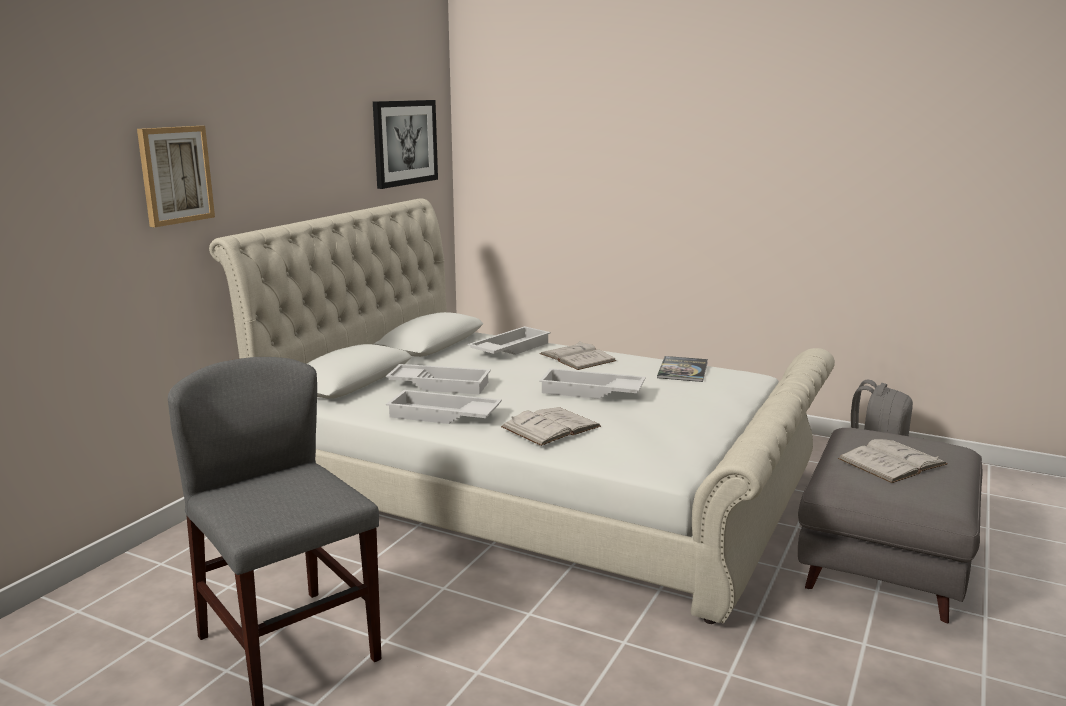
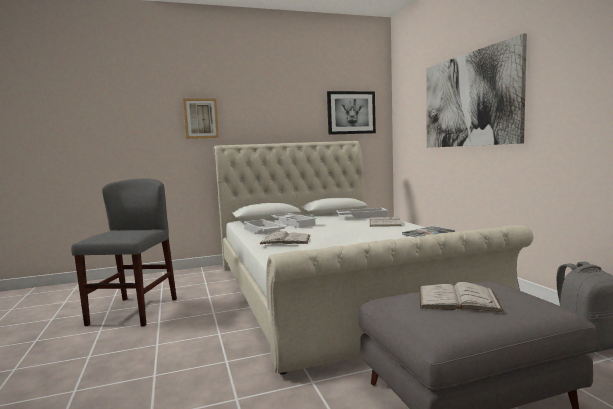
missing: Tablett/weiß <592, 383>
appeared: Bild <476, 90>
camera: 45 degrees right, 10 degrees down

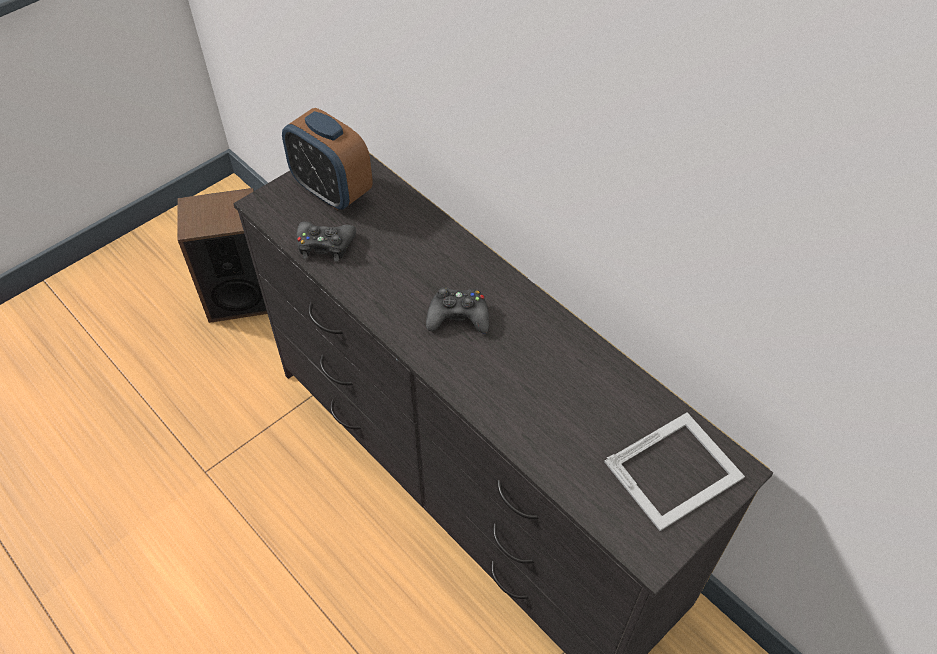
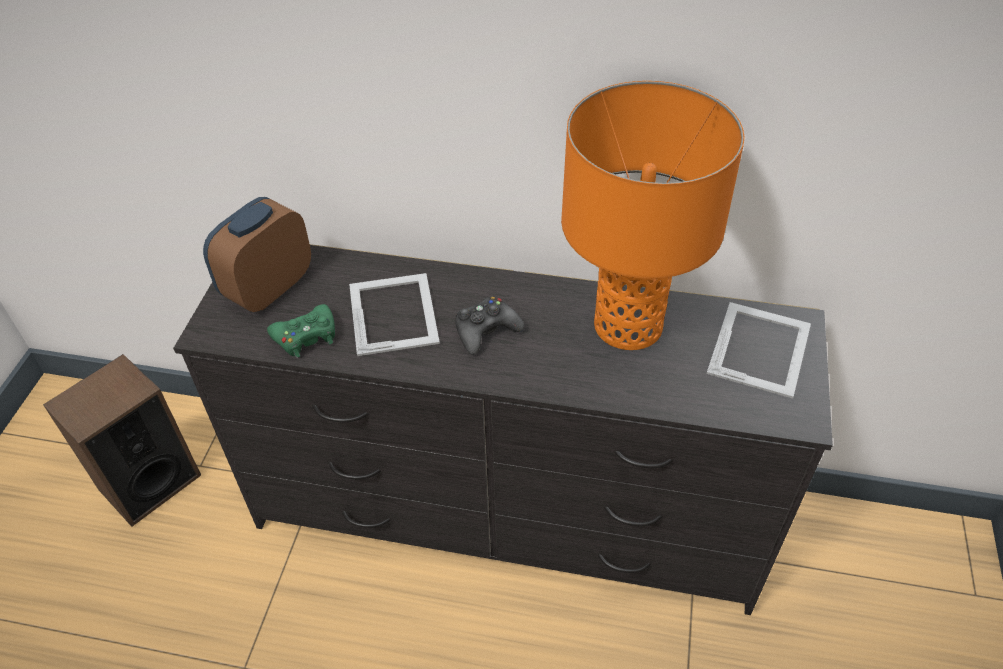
appeared: Bilderrahmen <394, 314>; Tischlampe/orange <653, 215>
colour: Gamepad/schwarz <326, 241> to Gamepad/grün <301, 331>
spun: Wecker <327, 159> = <257, 254> 120 degrees clockwise
camera: 35 degrees left, 5 degrees down

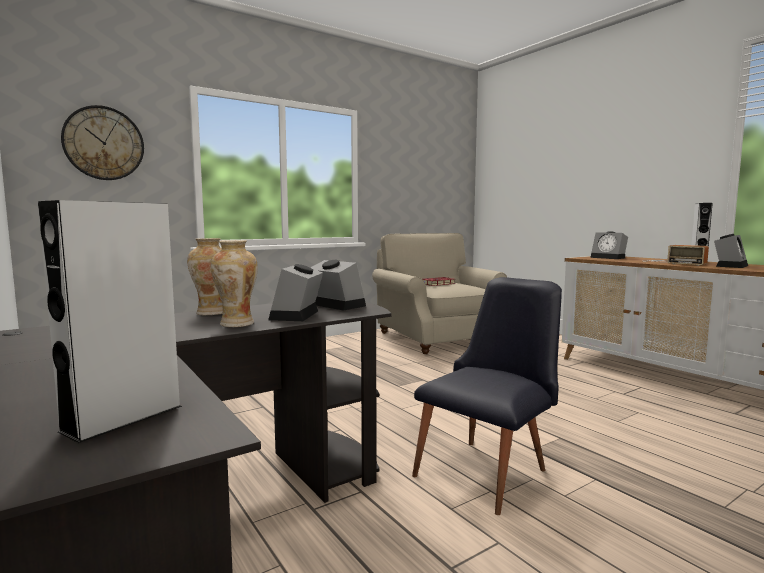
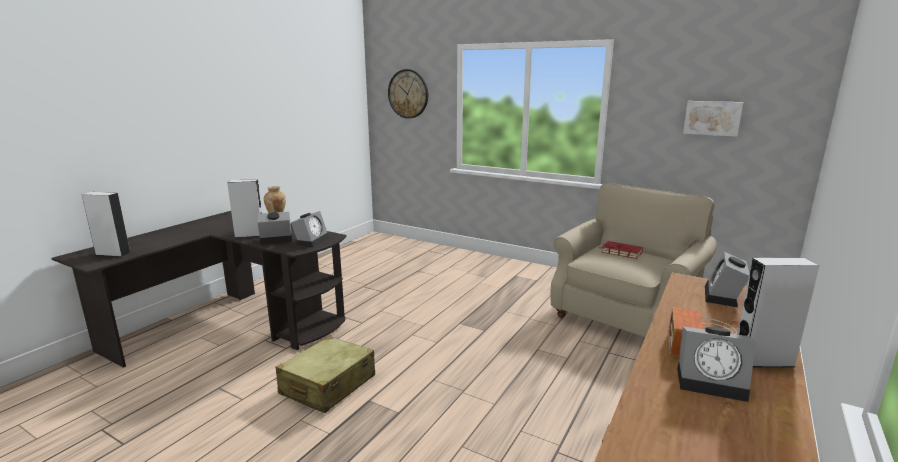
appeared: Bild <713, 119>
exchanged: Vase <234, 283> to Lautsprecher/grau <244, 208>; Stuhl/schwarz <487, 396> to Koffer/beige <325, 374>
camera: 65 degrees right, 10 degrees up

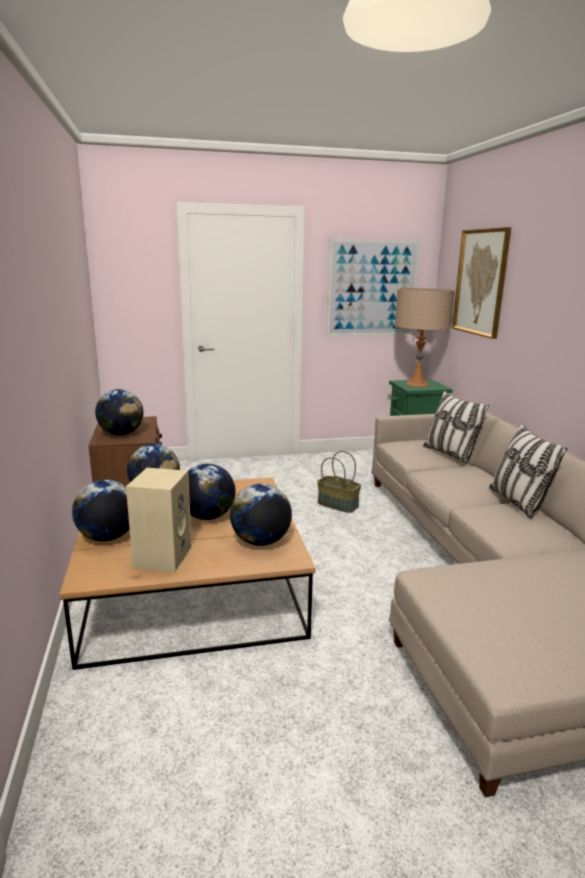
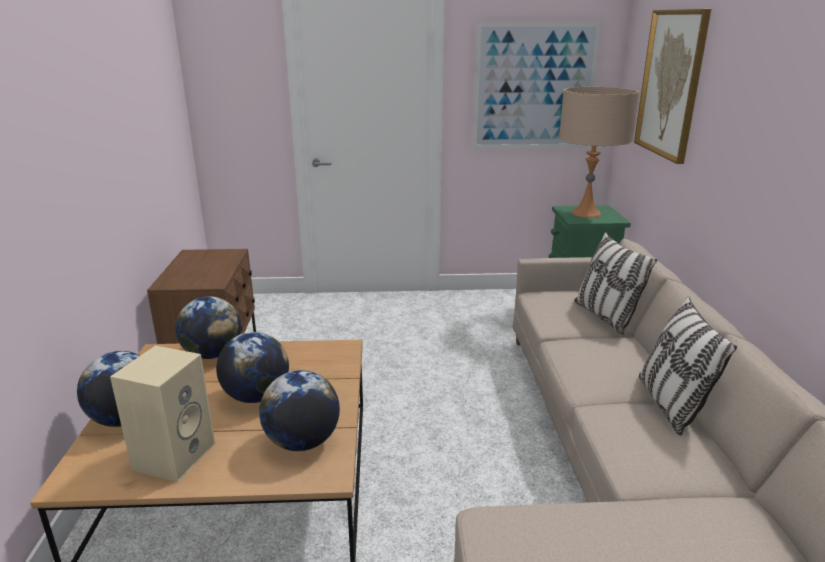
missing: Globus <119, 412>; Korb <339, 482>
camera: 10 degrees right, 5 degrees up

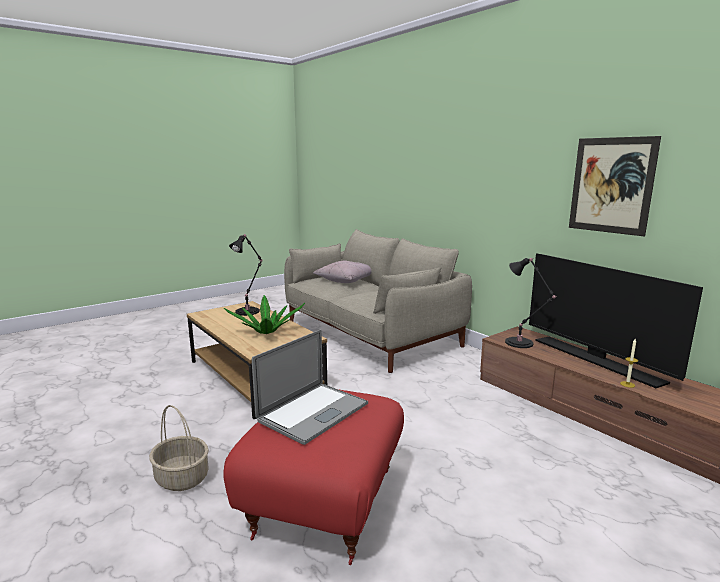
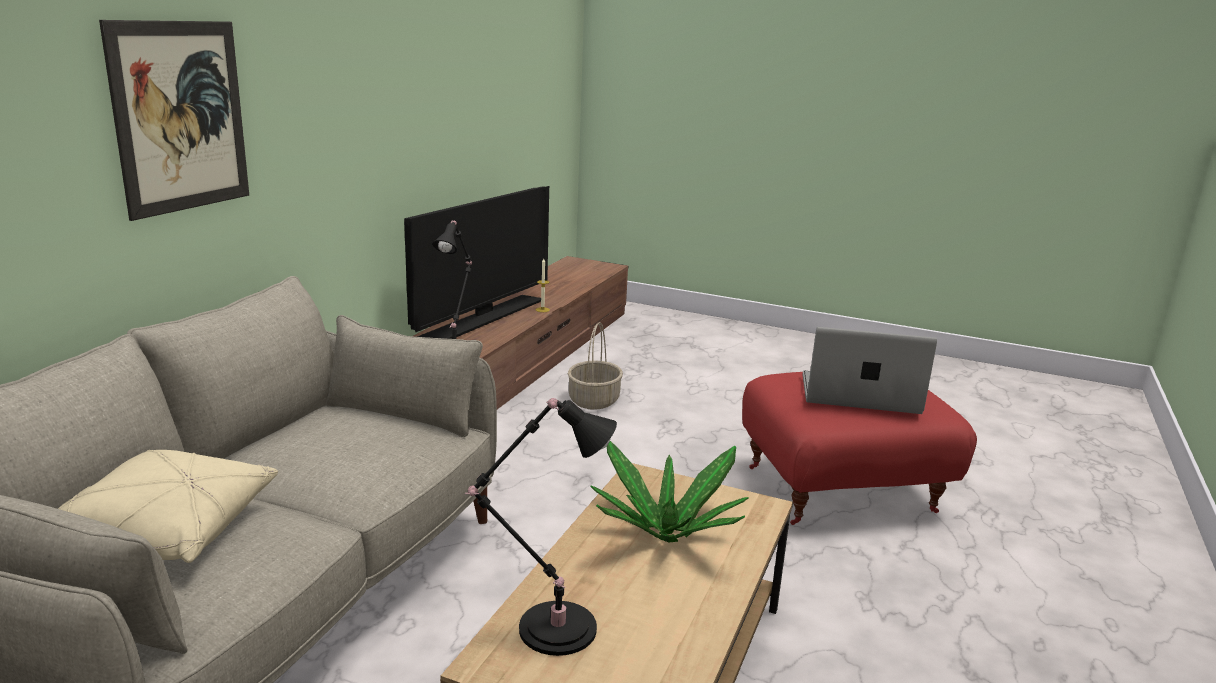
relocated: Bild <615, 186> to <174, 120>; Korb <179, 448> to <595, 366>
colour: Kissen/lila <342, 271> to Kissen/beige <168, 506>
camera: 120 degrees left, 5 degrees up

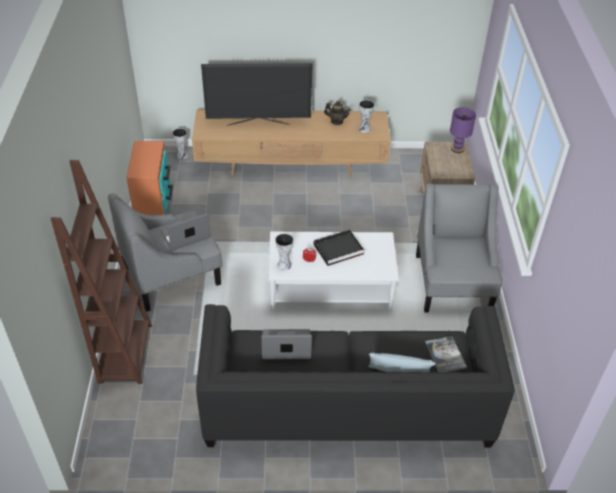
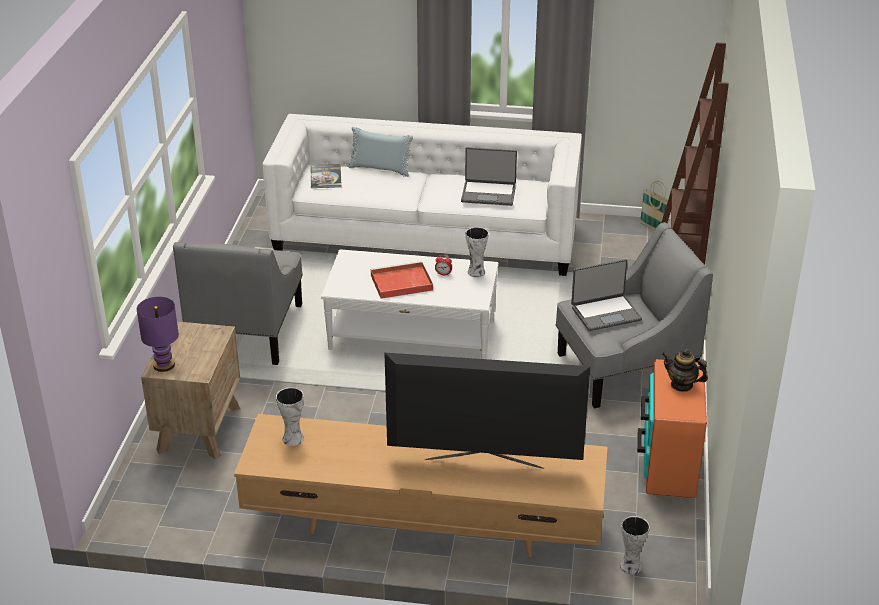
appeared: Korb <654, 205>
relocated: Teekanne <337, 113> to <685, 370>
colour: Sofa/schwarz <355, 376> to Sofa/weiß <422, 195>; Tablett/schwarz <339, 248> to Tablett/rot <401, 280>
camera: 170 degrees left, 10 degrees down

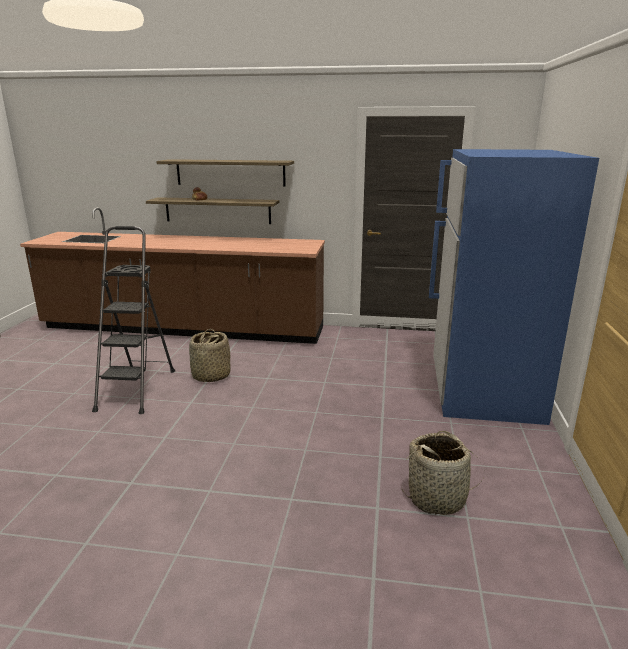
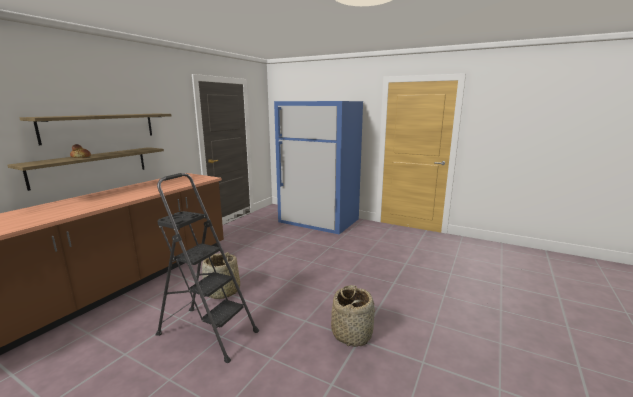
relocated: Korb <442, 473> to <353, 316>
camera: 70 degrees left, 5 degrees down

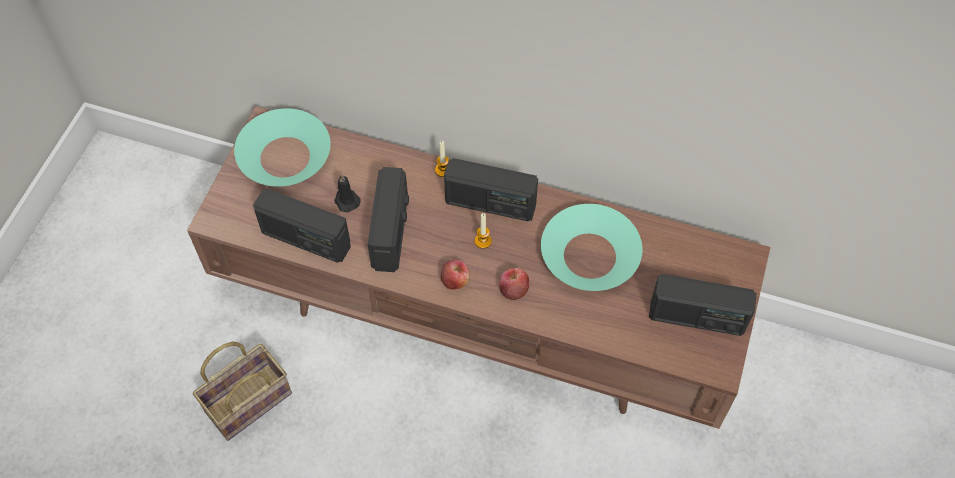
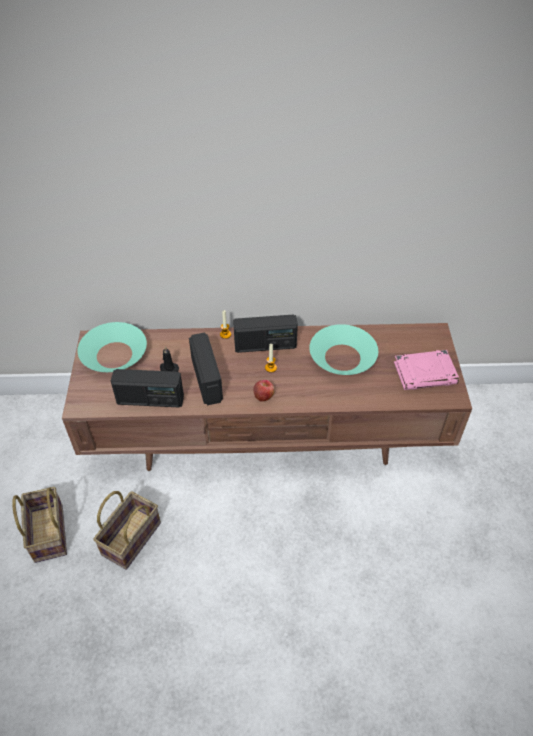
missing: Apfel <514, 284>
appeared: Korb <39, 525>
exchanged: Radio <702, 305> to Buch/rosa <426, 370>
camera: 20 degrees left, 10 degrees down

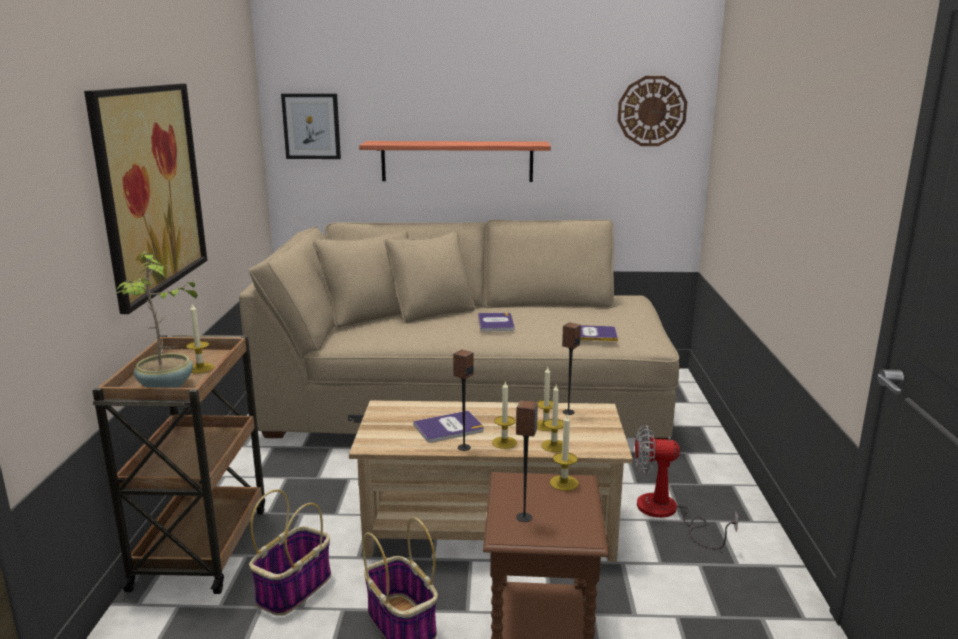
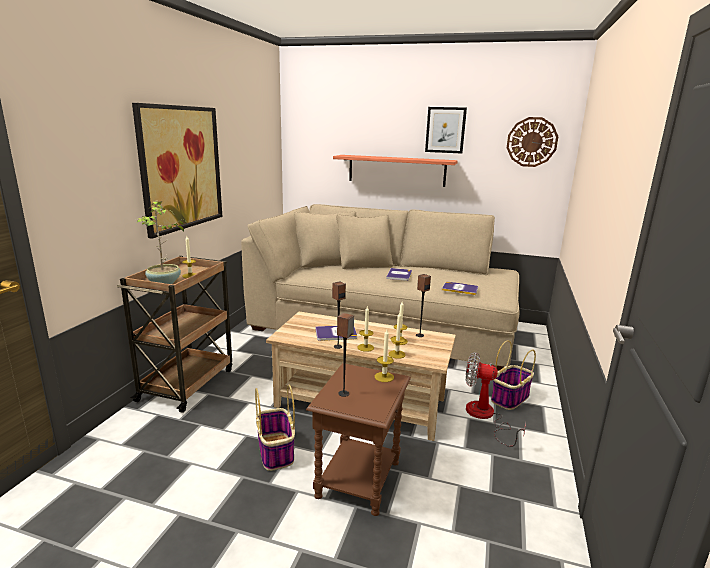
relocated: Bild <311, 126> to <446, 130>; Korb <290, 552> to <513, 375>
camera: 15 degrees right, 0 degrees up

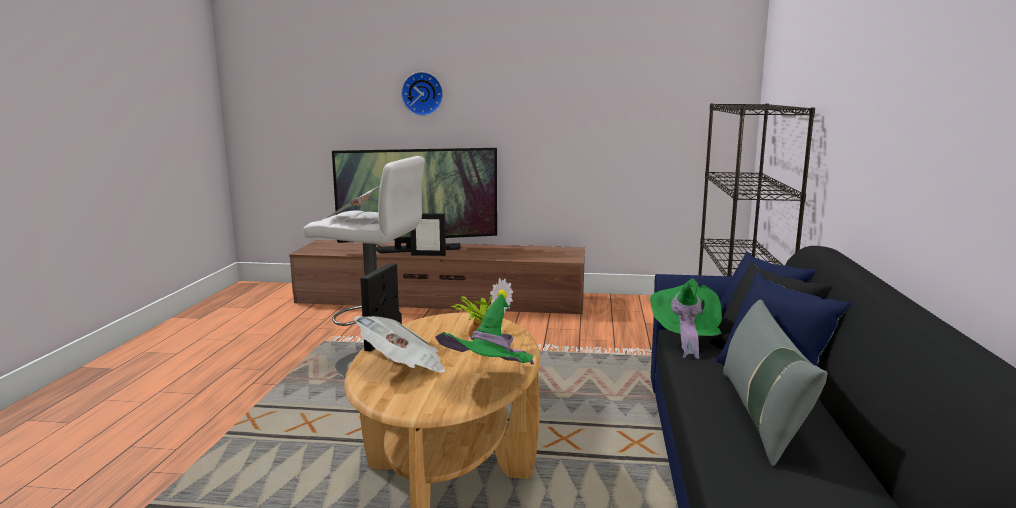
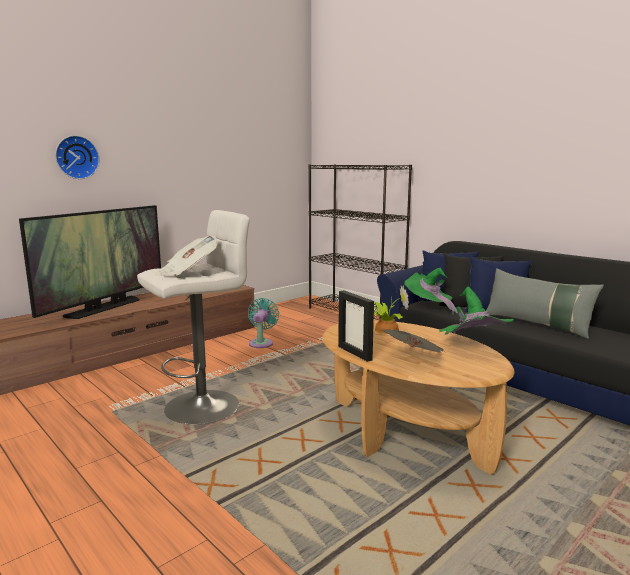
missing: Bilderrahmen <428, 234>
appeared: Ventilator/türkis <263, 323>
camera: 50 degrees left, 0 degrees up

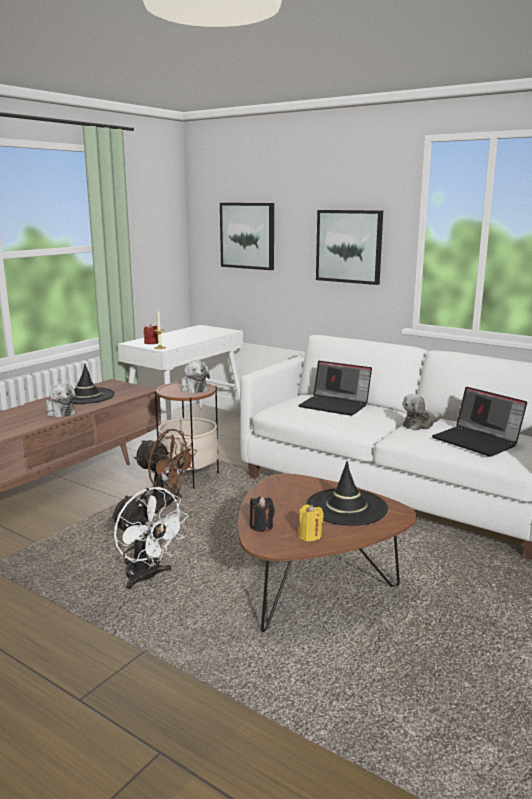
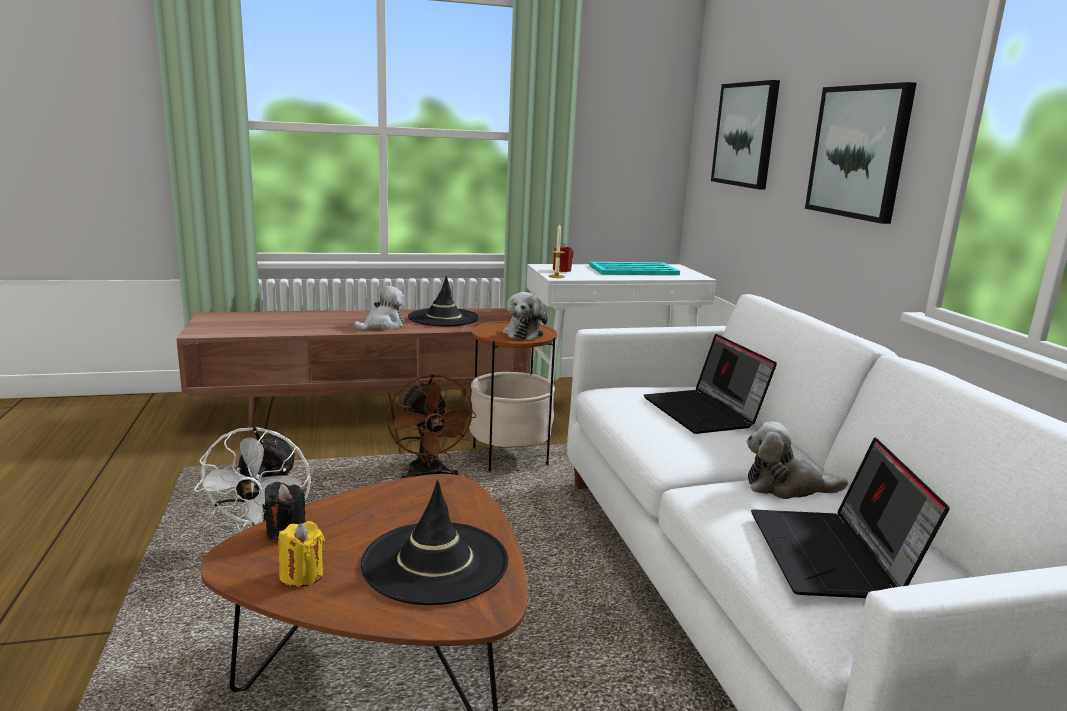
appeared: Tablett/türkis <634, 268>
spun: Plüschtier <61, 400> = <379, 308> 135 degrees counterclockwise
camera: 40 degrees right, 0 degrees up

